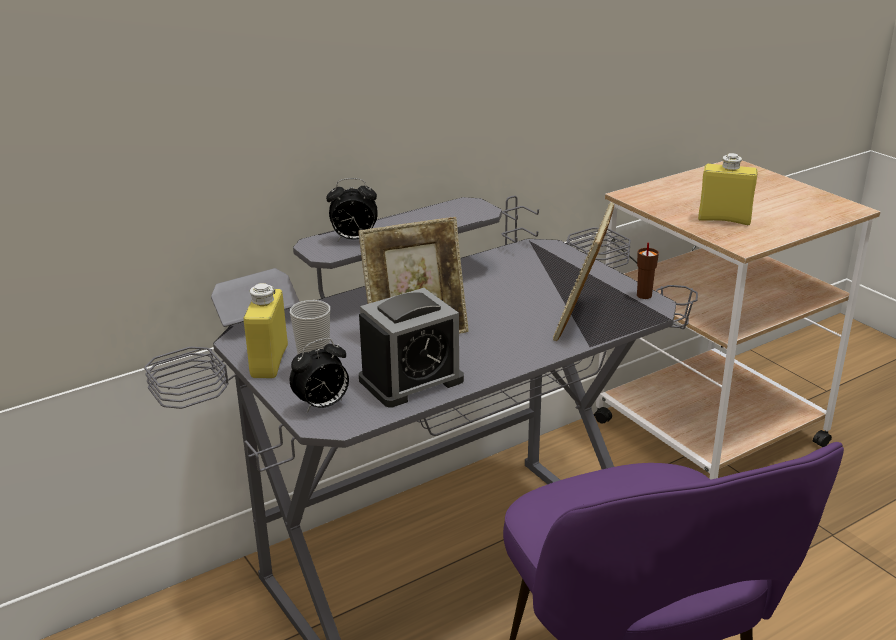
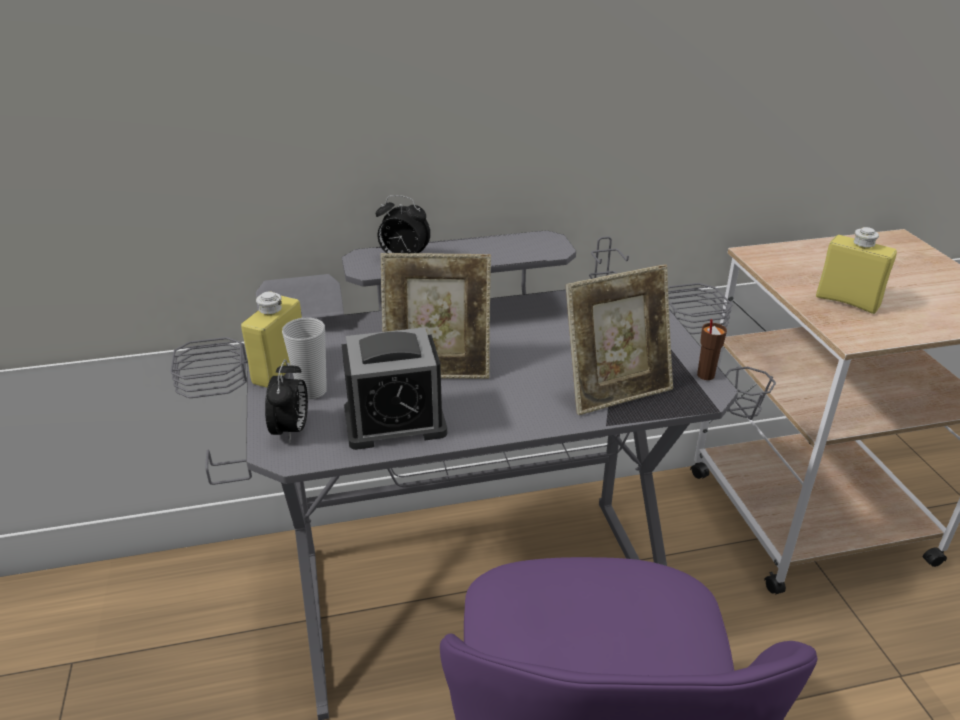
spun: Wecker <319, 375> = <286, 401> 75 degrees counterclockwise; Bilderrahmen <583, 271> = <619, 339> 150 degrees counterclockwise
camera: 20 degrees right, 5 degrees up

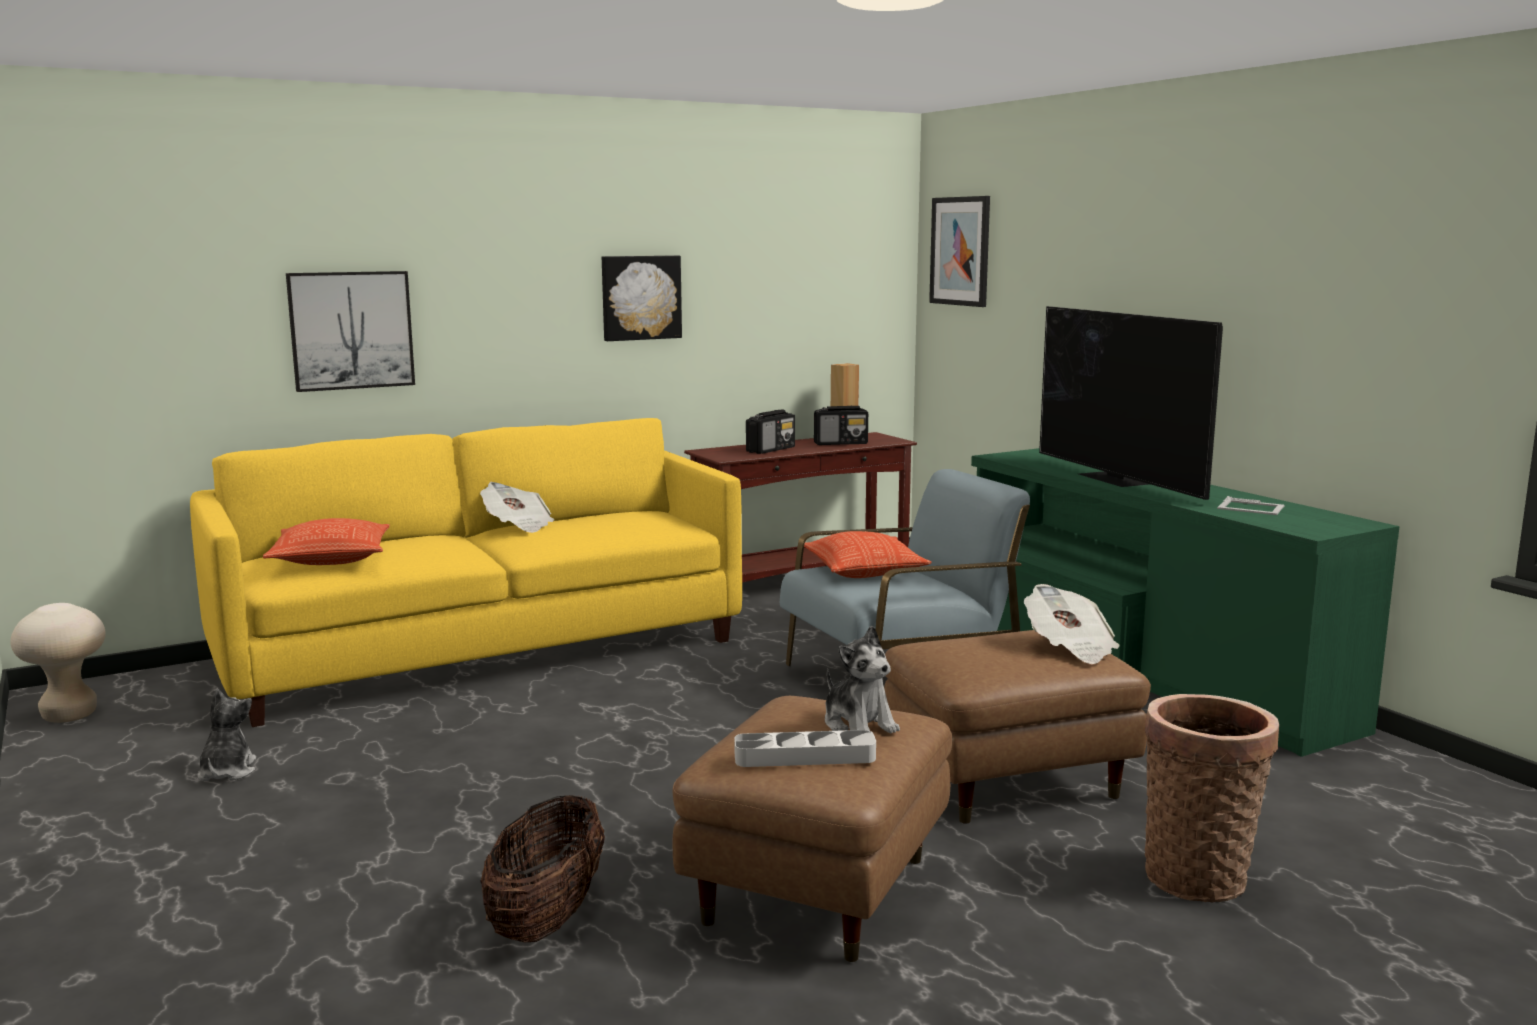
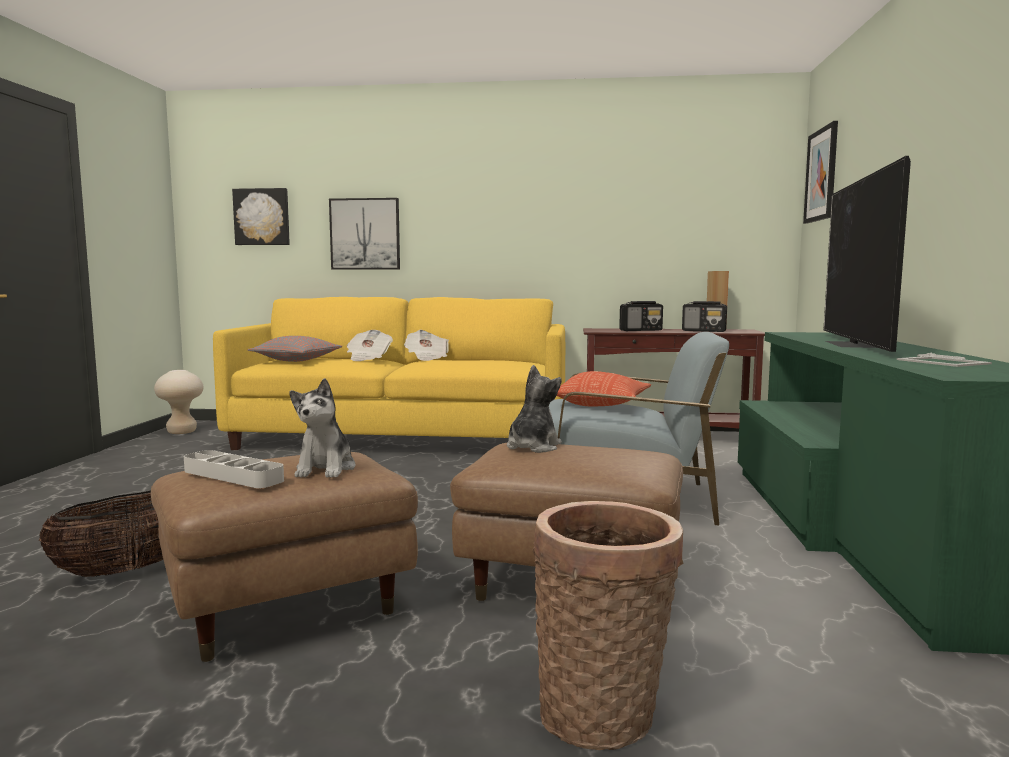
relocated: Bild <642, 298> to <261, 216>; Zeitung <1072, 624> to <370, 345>; Plüschtier <226, 734> to <534, 409>
colour: Kissen/orange <326, 541> to Kissen/grau <294, 349>
camera: 35 degrees right, 5 degrees down

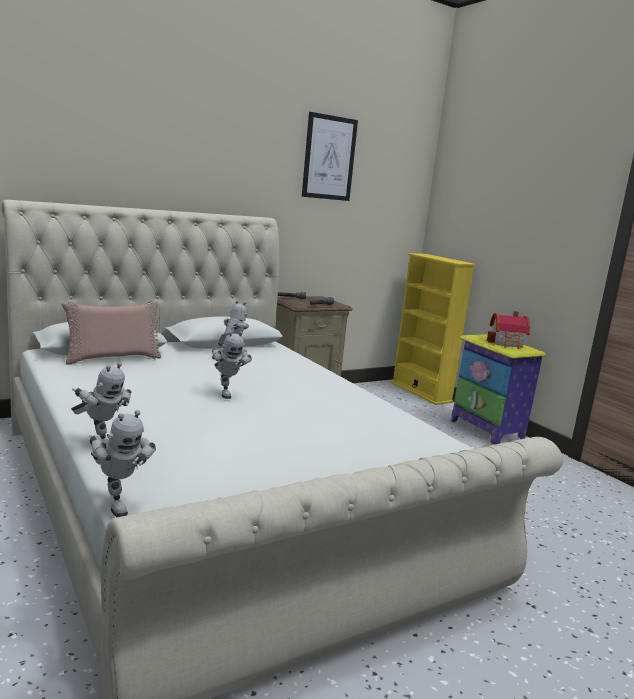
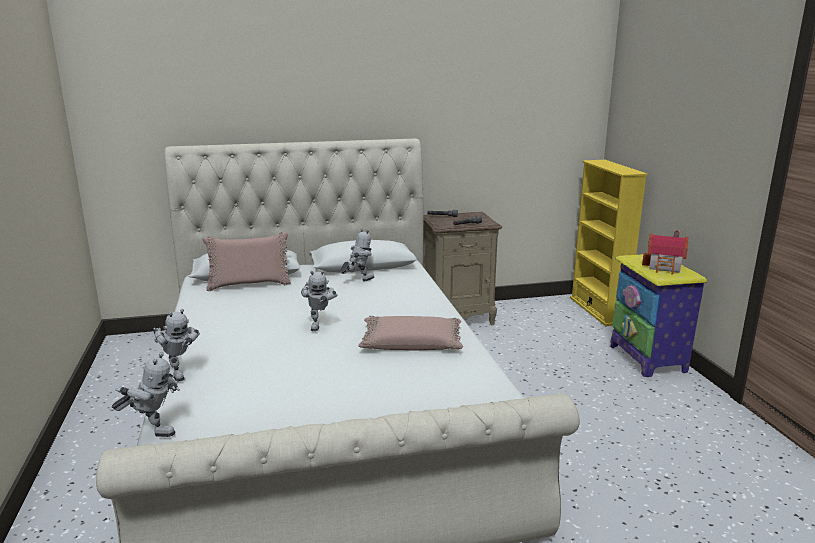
missing: Bild <330, 156>
appeared: Kissen/beige <410, 333>
spun: Spielzeugroboter <122, 463> = <146, 394> 60 degrees counterclockwise
camera: 20 degrees right, 5 degrees up

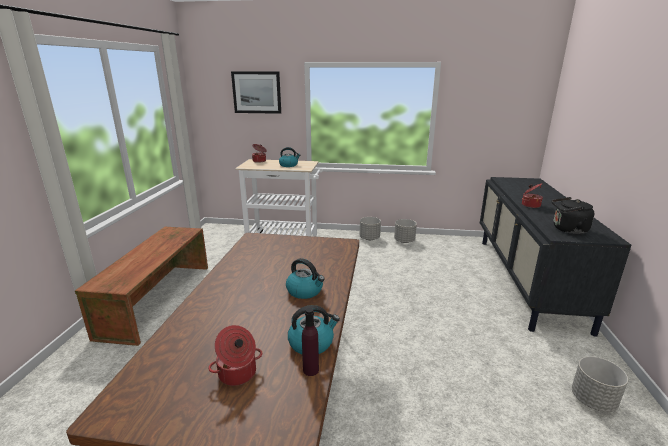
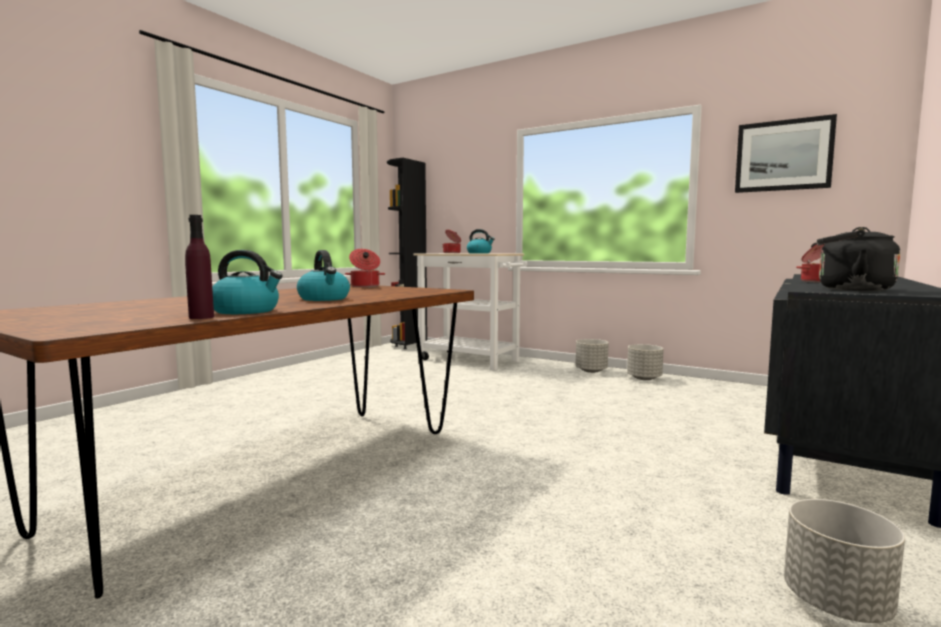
missing: Bank/braun <141, 286>
appeared: Bücherregal/schwarz <407, 253>
relocated: Kochtopf <235, 355> to <365, 268>; Bild <256, 93> to <786, 153>
camera: 25 degrees right, 15 degrees down

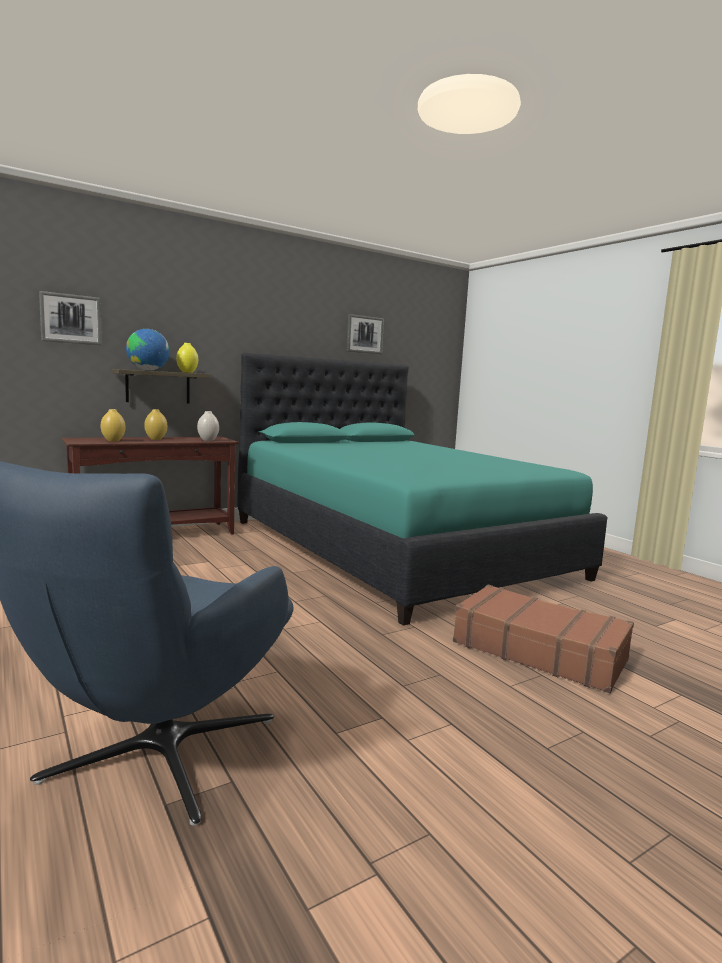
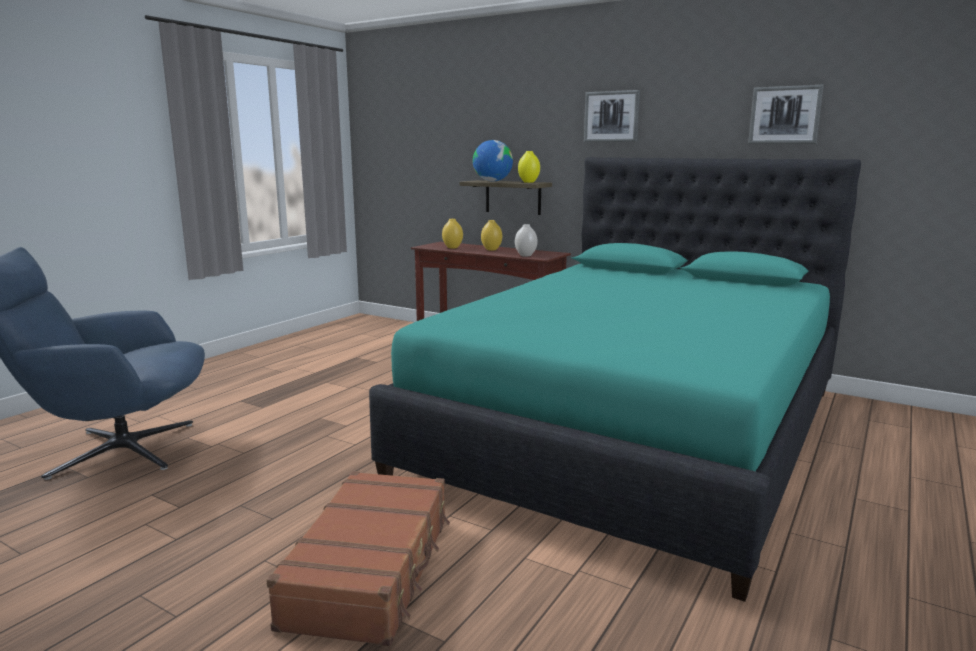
relocated: Bild <70, 318> to <612, 116>
camera: 65 degrees right, 5 degrees up

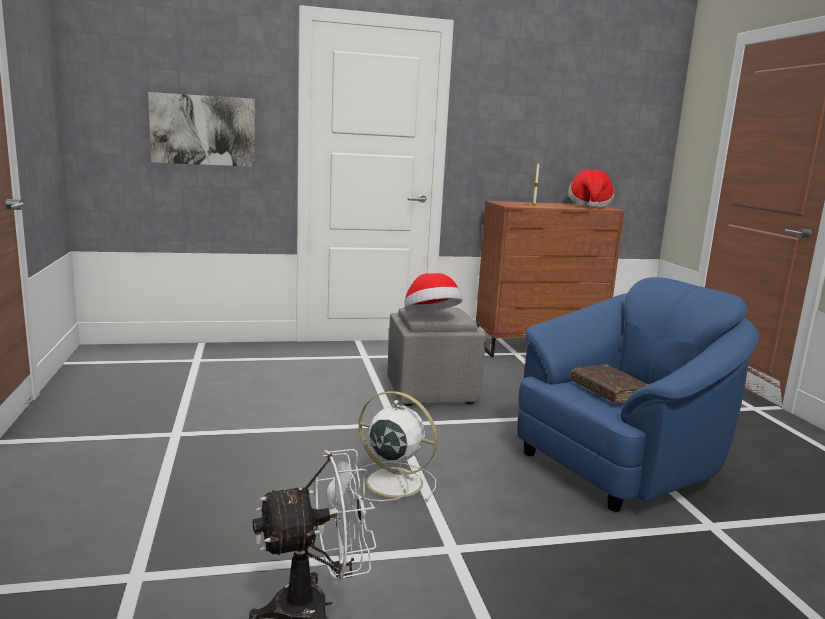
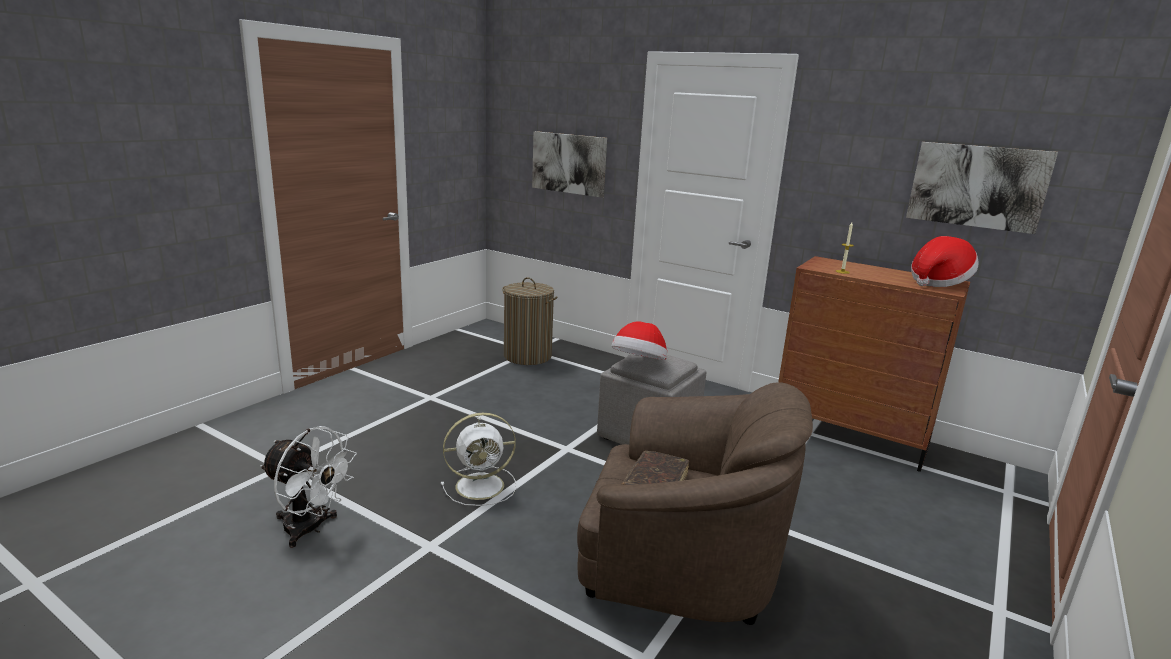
appeared: Wäschekorb <530, 321>; Bild <982, 188>
colour: Sessel/blau <638, 394> to Sessel/braun <695, 503>
spun: Ventilator/weiß <393, 446> = <478, 459> 90 degrees clockwise
camera: 45 degrees right, 5 degrees up

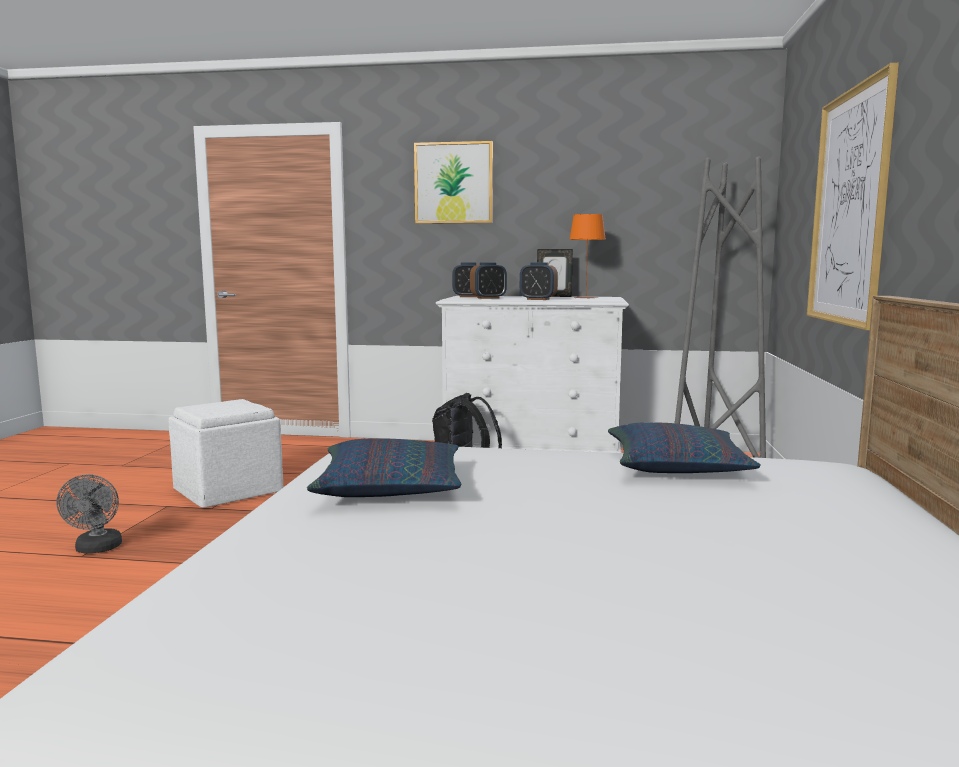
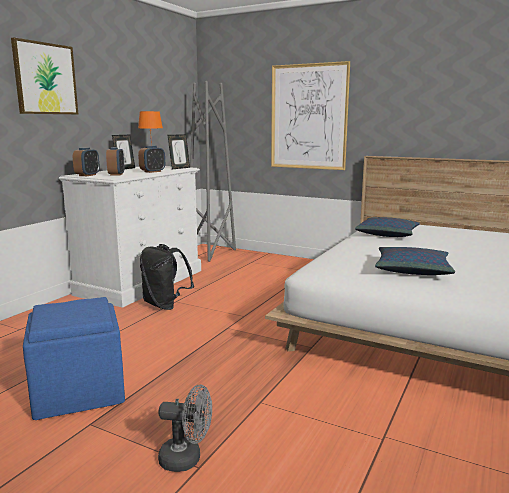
appeared: Bilderrahmen <179, 151>
colour: Polsterhocker/weiß <226, 453> to Polsterhocker/blau <74, 358>
camera: 70 degrees left, 5 degrees up

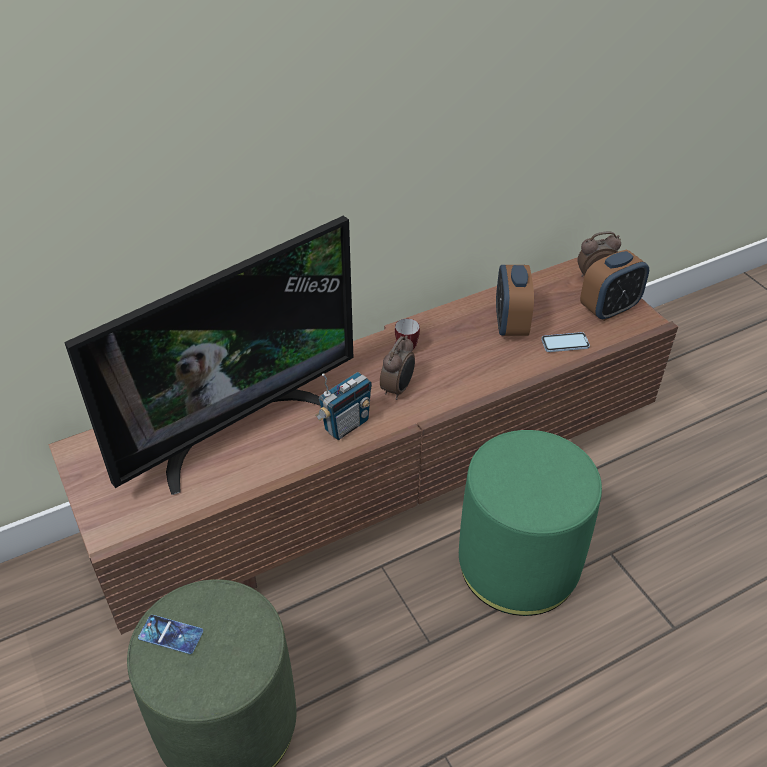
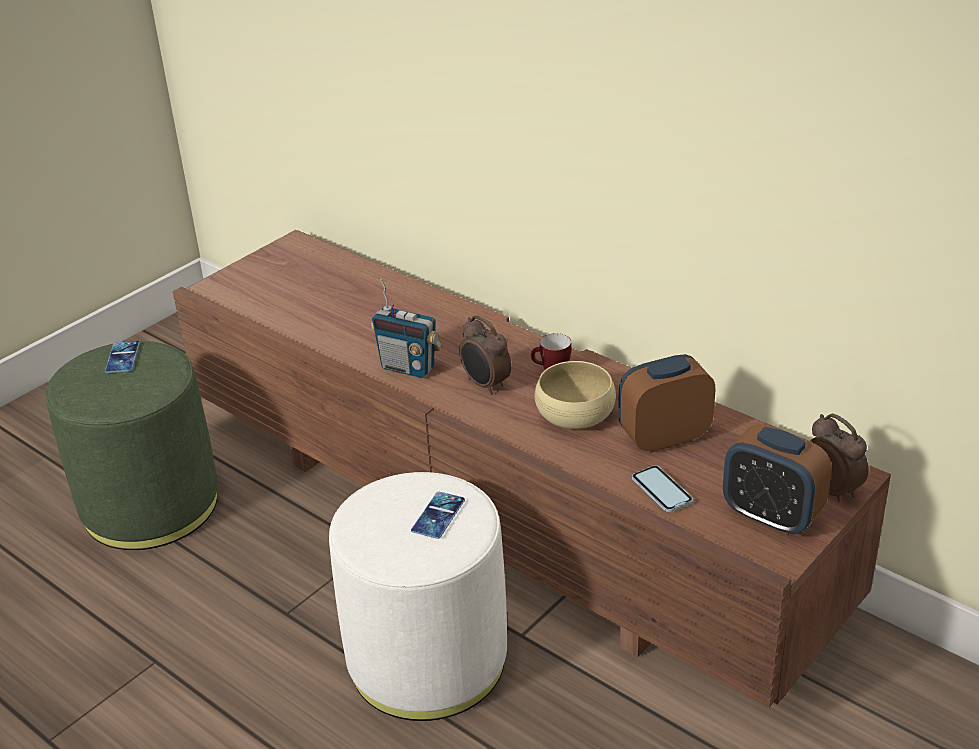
missing: Fernseher <208, 355>
appeared: Handy <438, 515>; Schüssel/beige <575, 395>
colour: Polsterhocker/grün <530, 523> to Polsterhocker/weiß <418, 596>
spun: Wecker <397, 367> = <485, 355> 45 degrees clockwise
camera: 70 degrees right, 10 degrees down

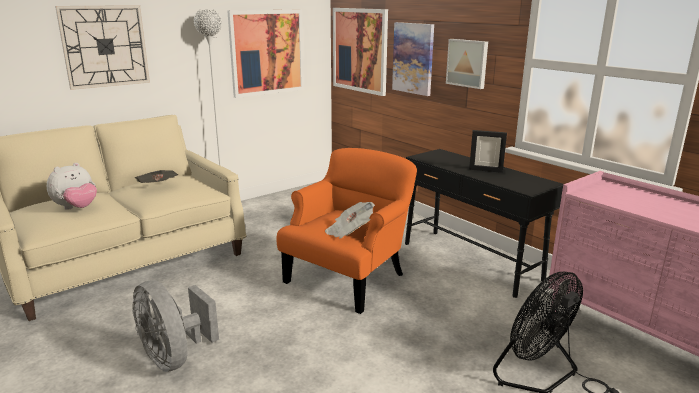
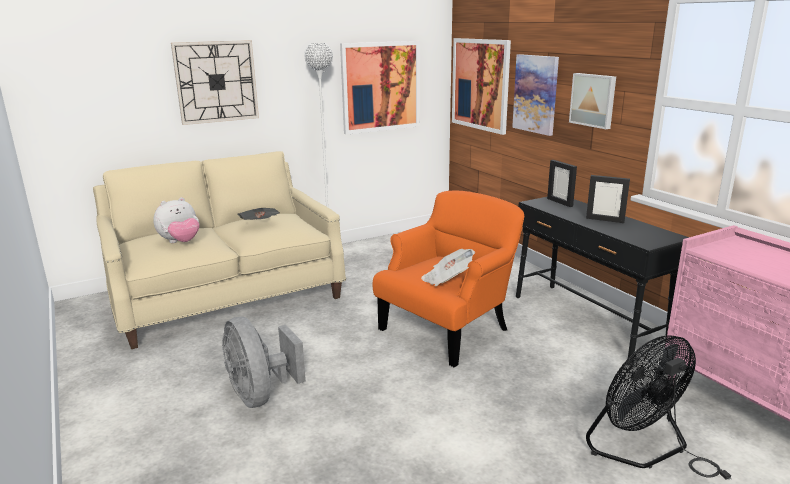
appeared: Bilderrahmen <562, 183>
camera: 10 degrees right, 0 degrees up

